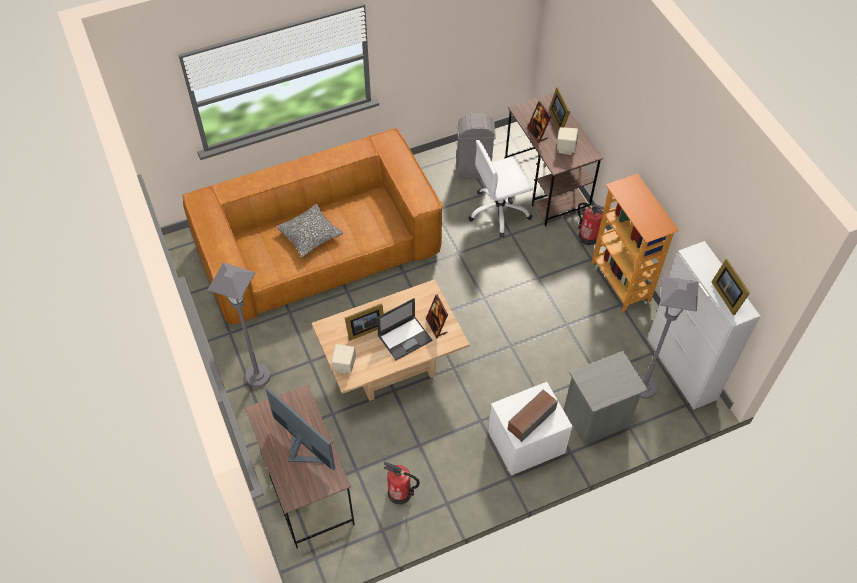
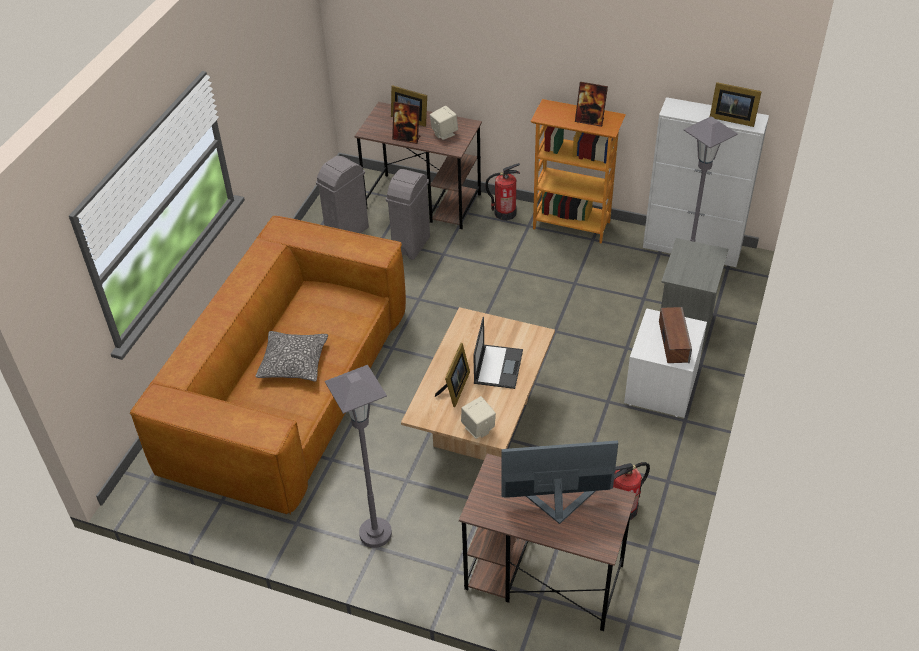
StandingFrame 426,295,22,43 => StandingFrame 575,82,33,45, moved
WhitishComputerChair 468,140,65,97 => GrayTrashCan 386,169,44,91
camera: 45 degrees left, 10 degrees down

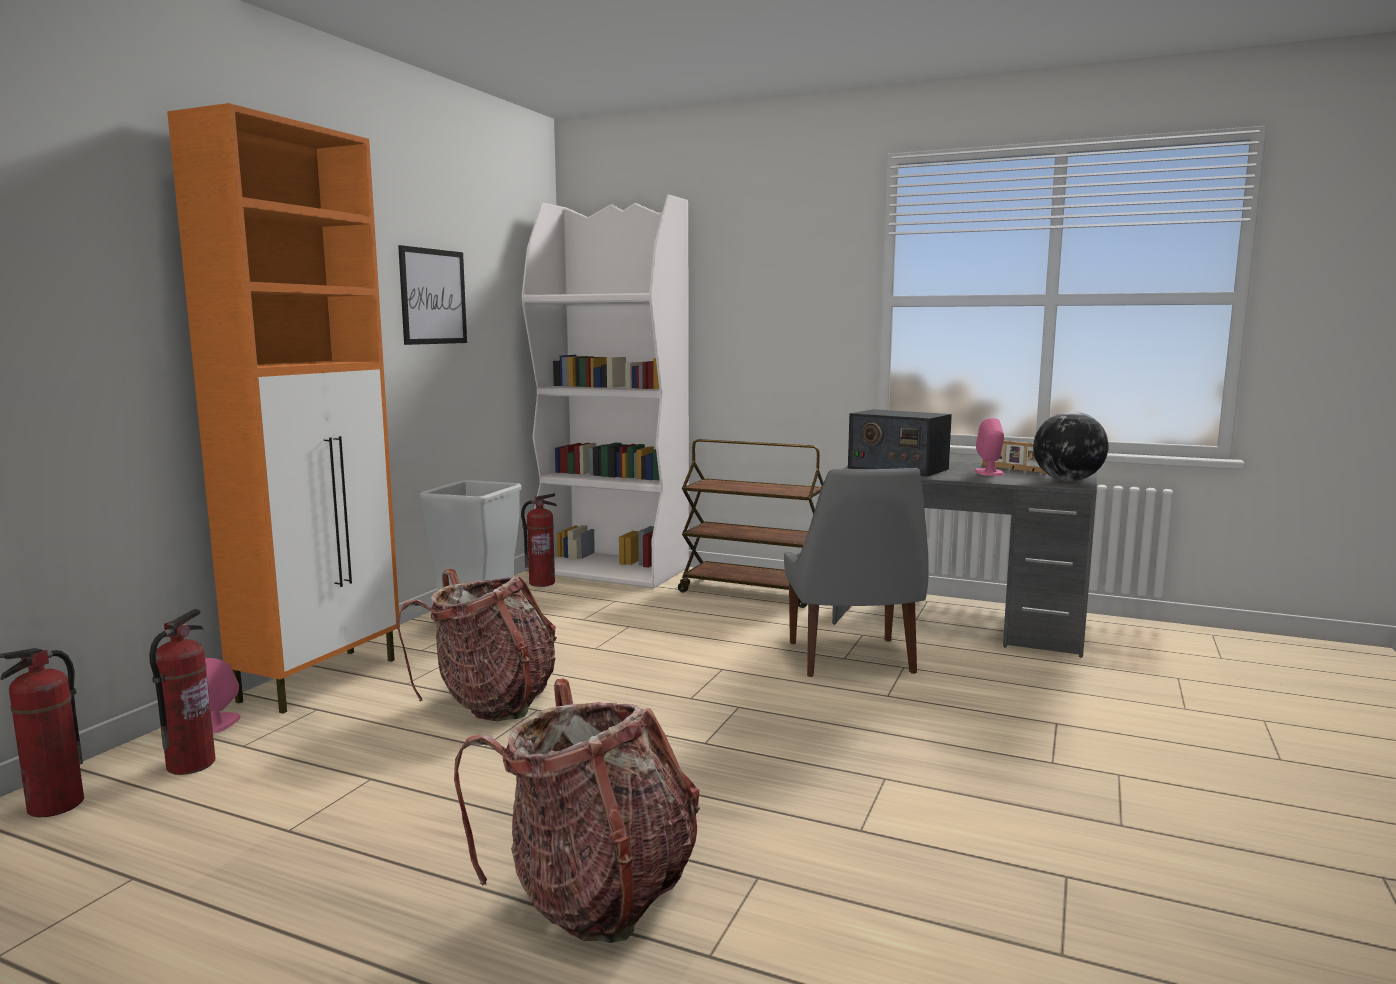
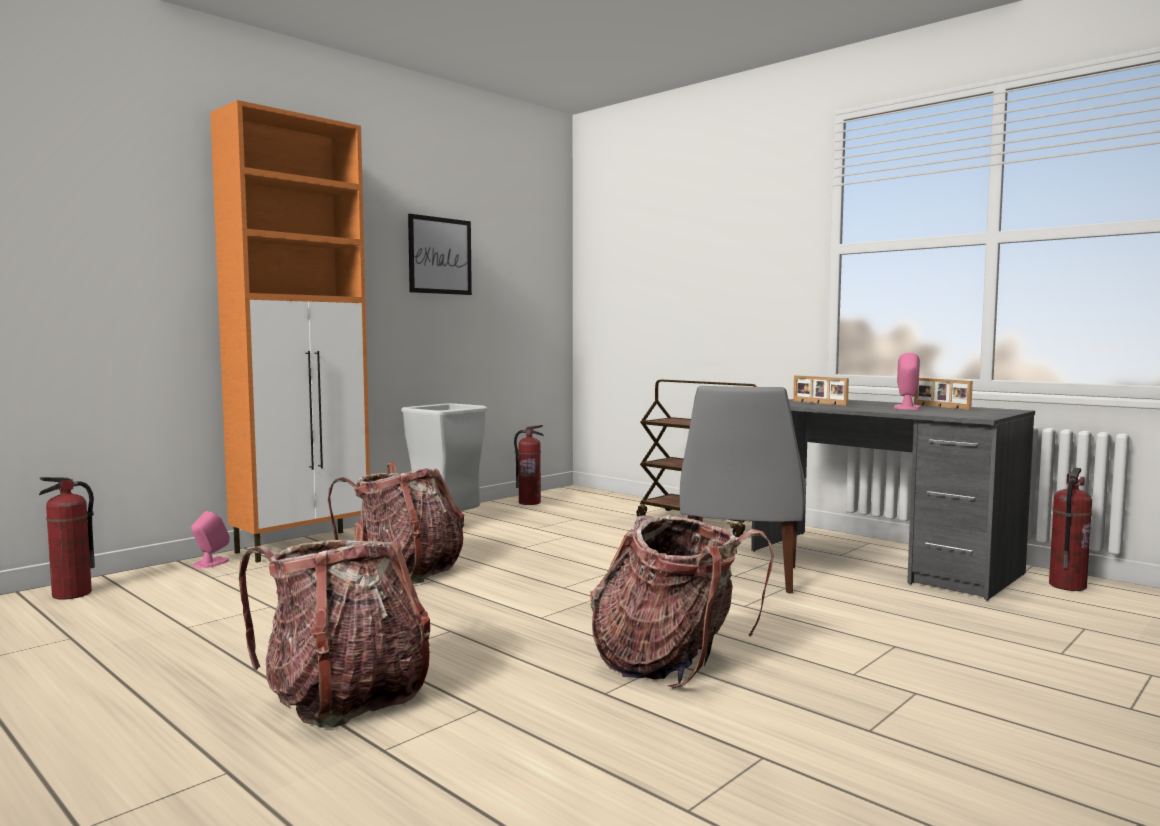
Extinguisher 149,609,66,166 => Extinguisher 1049,468,43,123, moved
WhitishBookcase 522,194,167,394 => nothing
RadioReceiver 848,409,104,68 => StandingFrame 793,375,56,31
DeskGlobe 1033,411,76,70 => nothing
nothing => Knapsack 590,515,184,174
camera: 20 degrees right, 5 degrees down

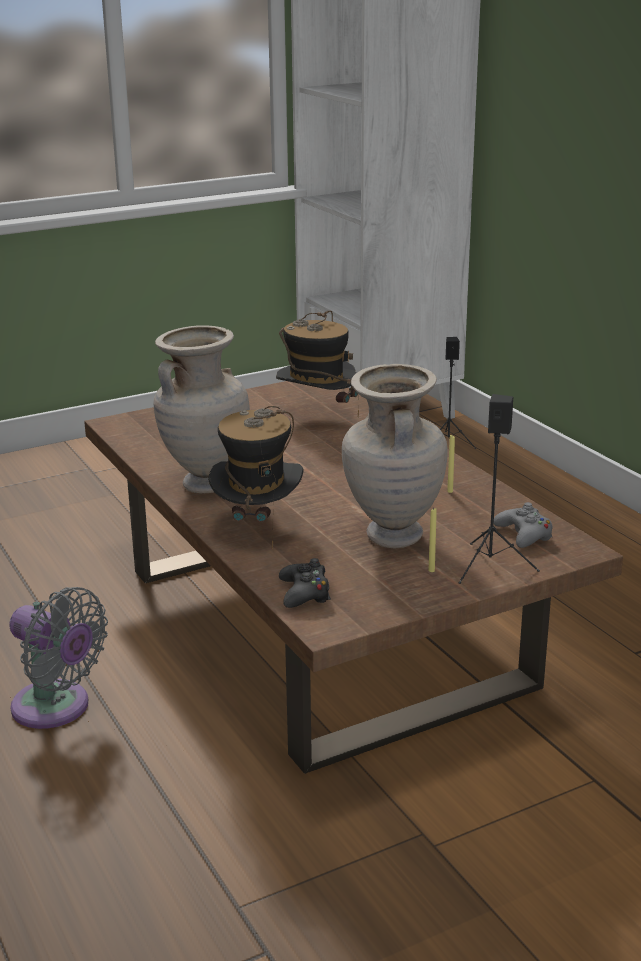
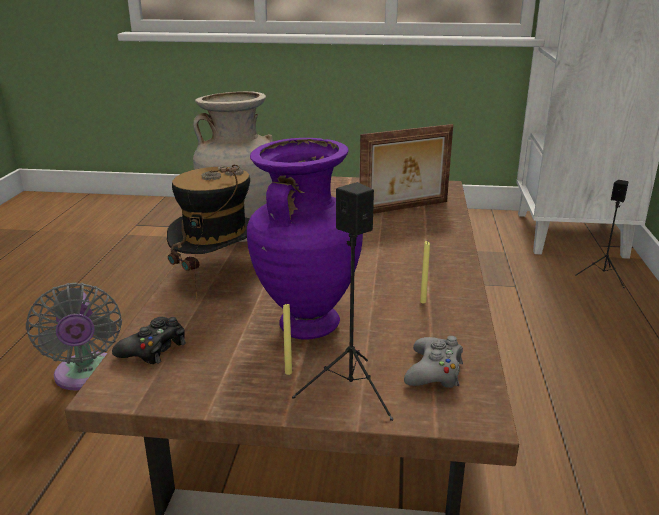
ClothingHat 276,311,83,107 => StandingFrame 359,124,94,90
BeigeFlowerVase 342,364,106,184 => PurpleFlowerVase 247,138,116,202
camera: 35 degrees right, 0 degrees up

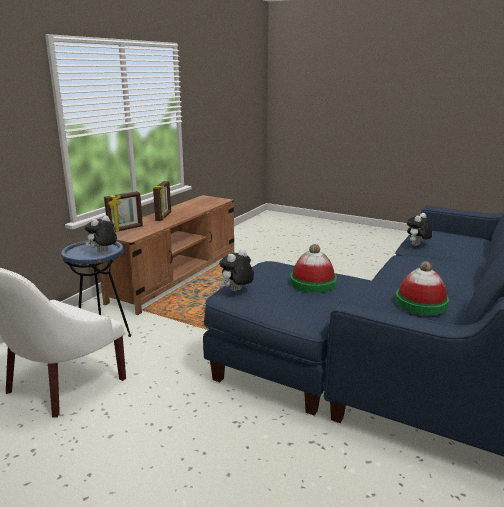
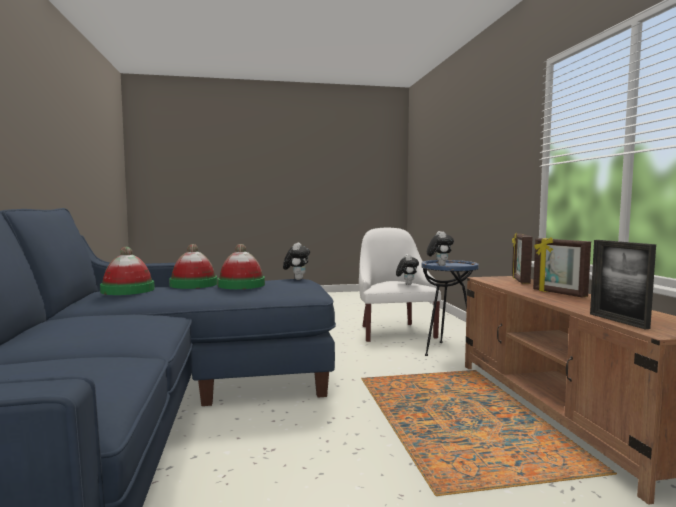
CuddlyToy 407,213,25,33 => CuddlyToy 396,254,23,31, moved
nothing => ClothingHat 169,244,48,45
nothing => StandingFrame 590,240,66,89
camera: 140 degrees right, 15 degrees down

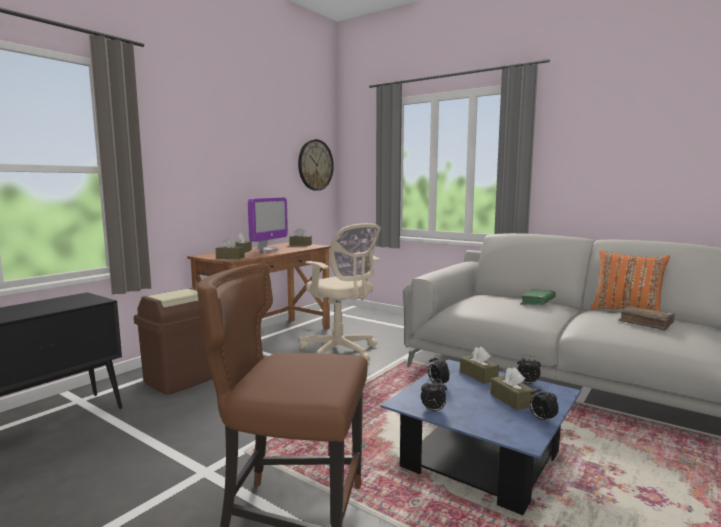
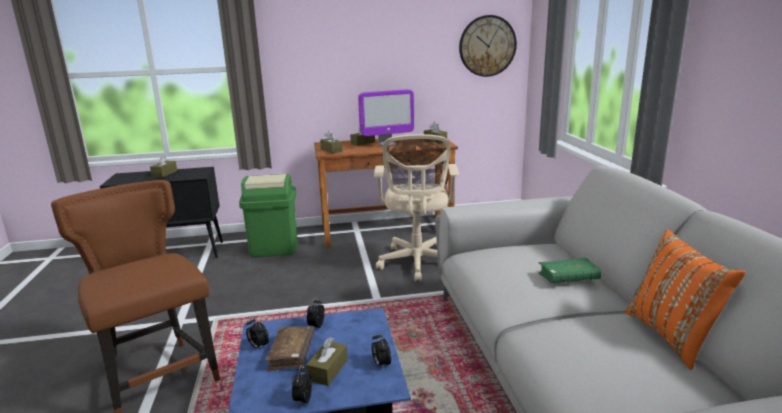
BrownTrashCan 134,288,78,107 => GreenColouredTrashCan 239,174,58,83
BrownTissueBox 460,347,39,37 => BrownTissueBox 150,154,27,23, moved
BrownBoundBook 618,306,57,25 => BrownBoundBook 265,326,49,45, moved
camera: 45 degrees right, 10 degrees up

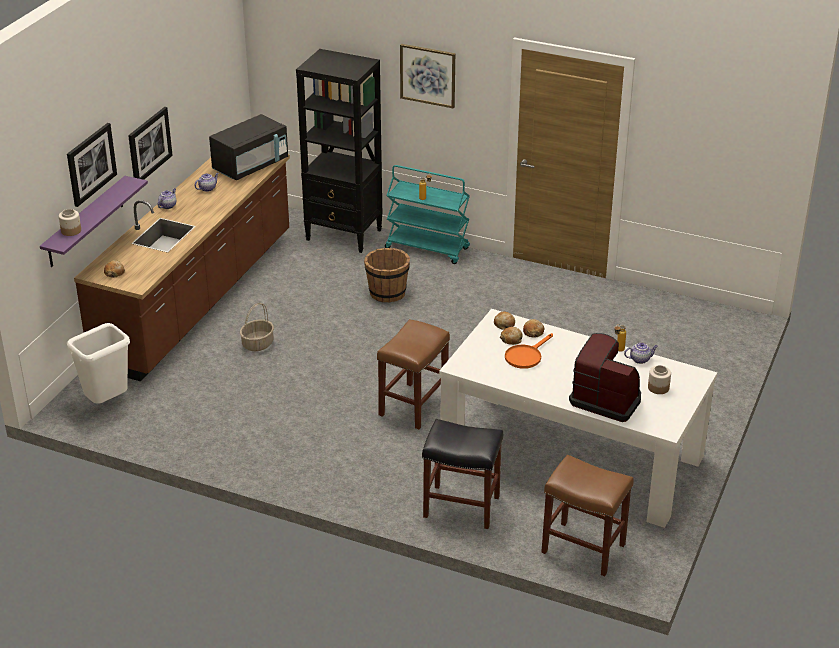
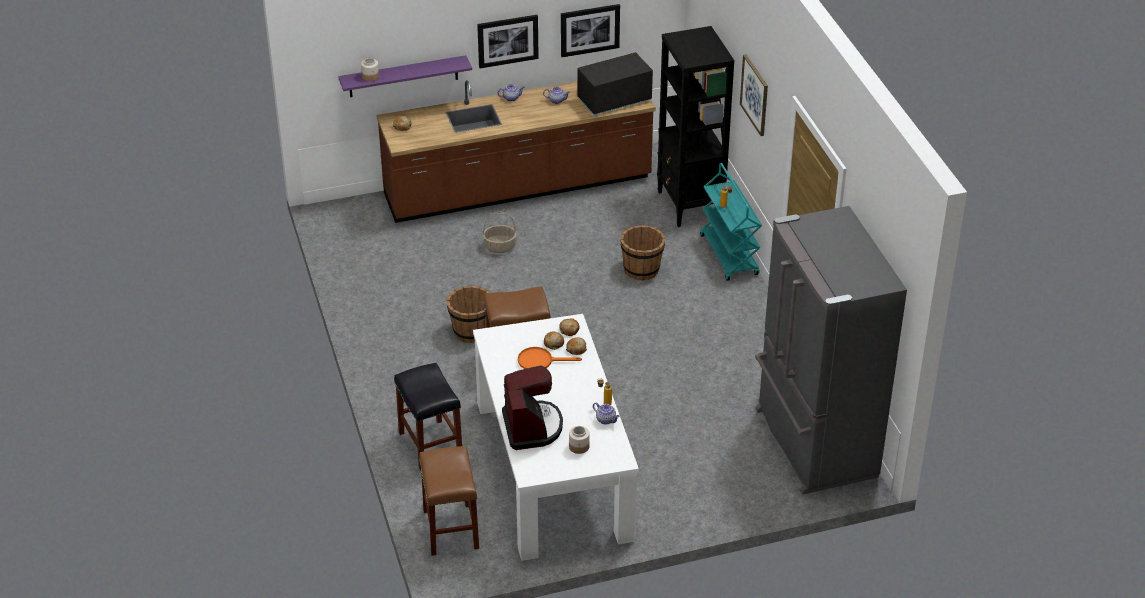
WallPicture 67,123,50,84 => WallPicture 561,4,59,53, moved
WhitishTrashCan 67,323,63,81 => nothing
BlackishMicrowaveOven 209,114,79,66 => BlackishMicrowaveOven 577,52,76,64, 150 degrees clockwise
nothing => BrownWaterBucket 446,285,44,58
nothing => GrayKitchenFridge 755,206,152,289
camera: 50 degrees right, 5 degrees up

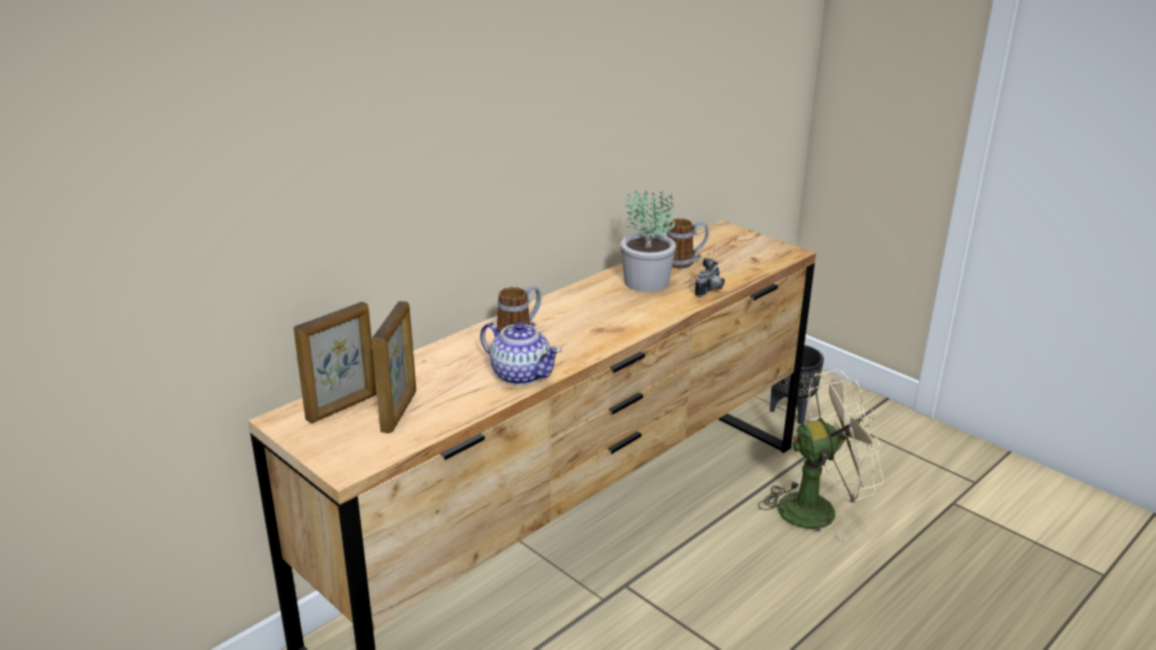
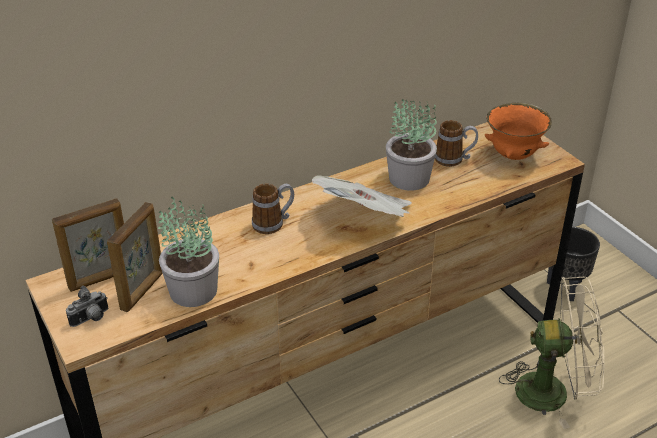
TeaPot 480,322,82,63 => nothing
PhotoCamera 695,258,30,39 => PhotoCamera 66,286,42,41, moved
nothing => Houseplant 158,196,61,111
nothing => Newspaper 312,175,100,42
nothing => OrangeyBowl 485,103,67,57
camera: 15 degrees right, 10 degrees up

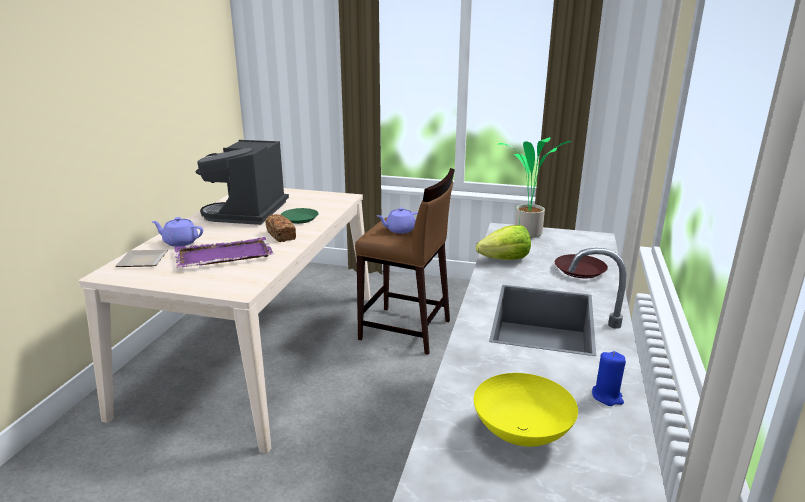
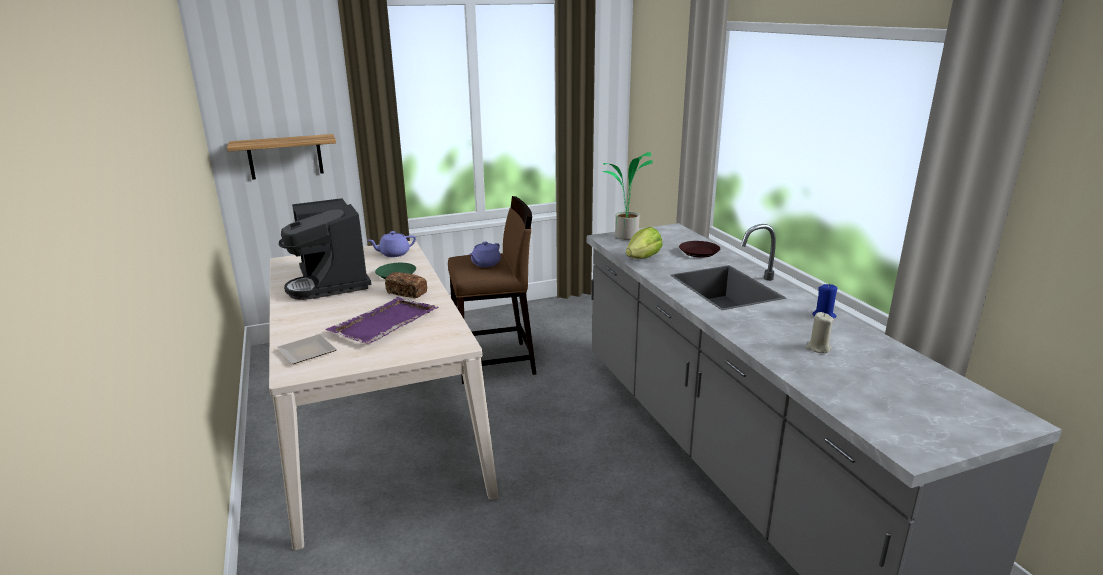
PurpleTeaPot 151,217,52,30 => PurpleTeaPot 367,231,49,26, moved
YellowColouredBowl 474,373,104,74 => BeigeCandle 806,312,28,41
nothing => BracketShelf 227,134,109,46
camera: 35 degrees left, 0 degrees up

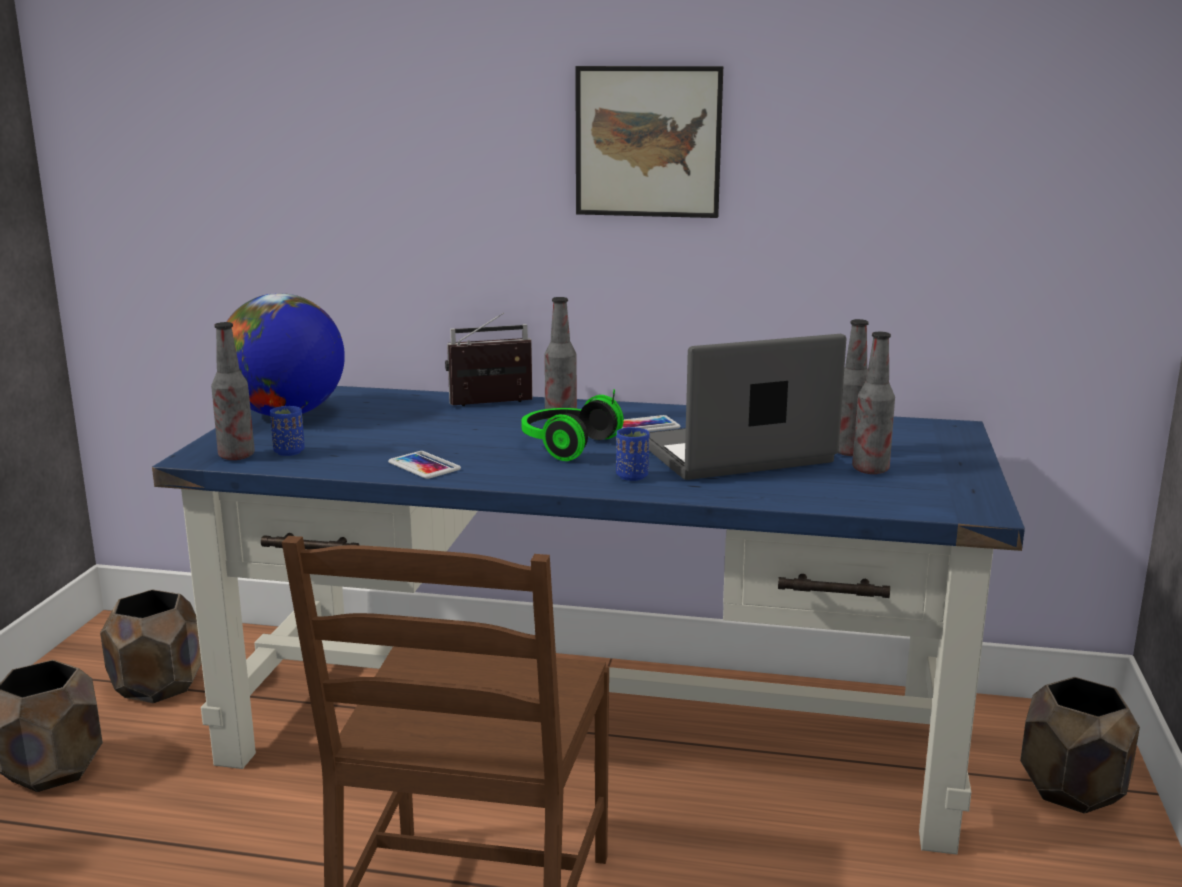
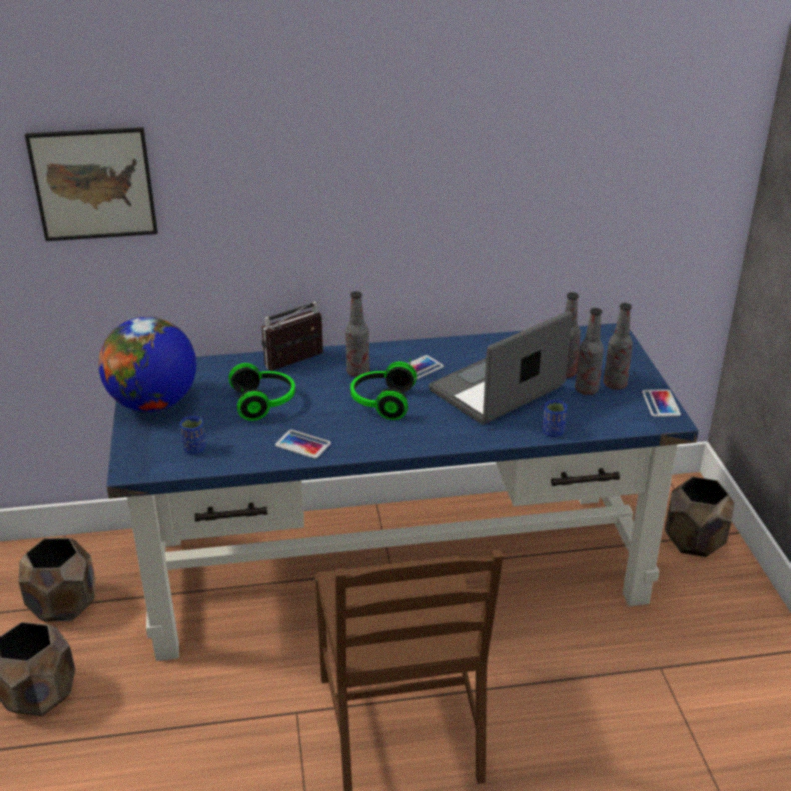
DrinkBottle 211,322,44,138 => DrinkBottle 604,303,29,87, moved
WallPicture 575,66,148,152 => WallPicture 25,127,132,114, moved
BlueSmallCup 616,427,34,54 => BlueSmallCup 542,400,25,37, moved
nothing => PairOfHeadphones 228,363,67,58
nothing => Handset 642,389,39,28
camera: 20 degrees left, 15 degrees up

